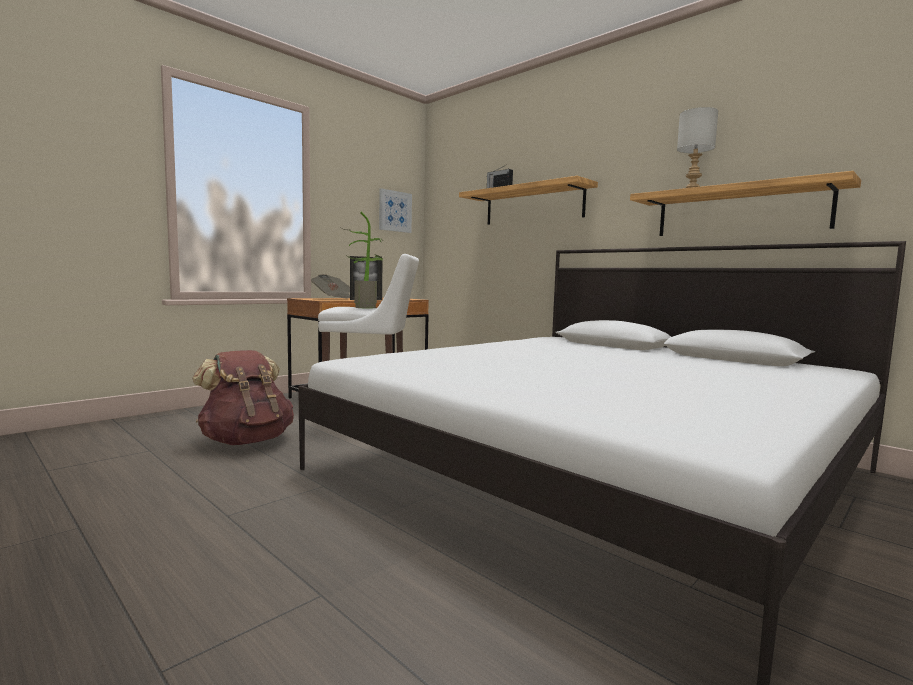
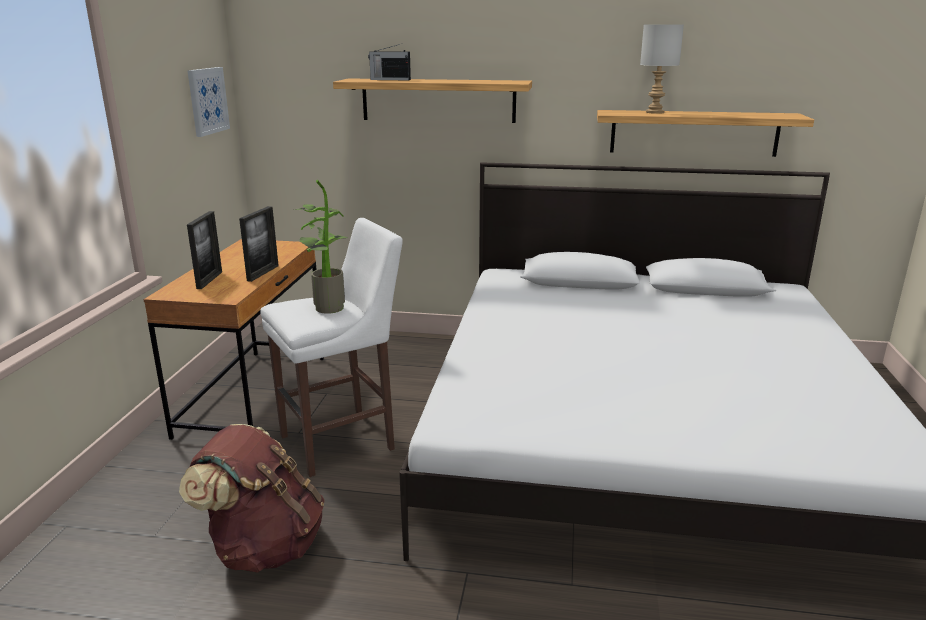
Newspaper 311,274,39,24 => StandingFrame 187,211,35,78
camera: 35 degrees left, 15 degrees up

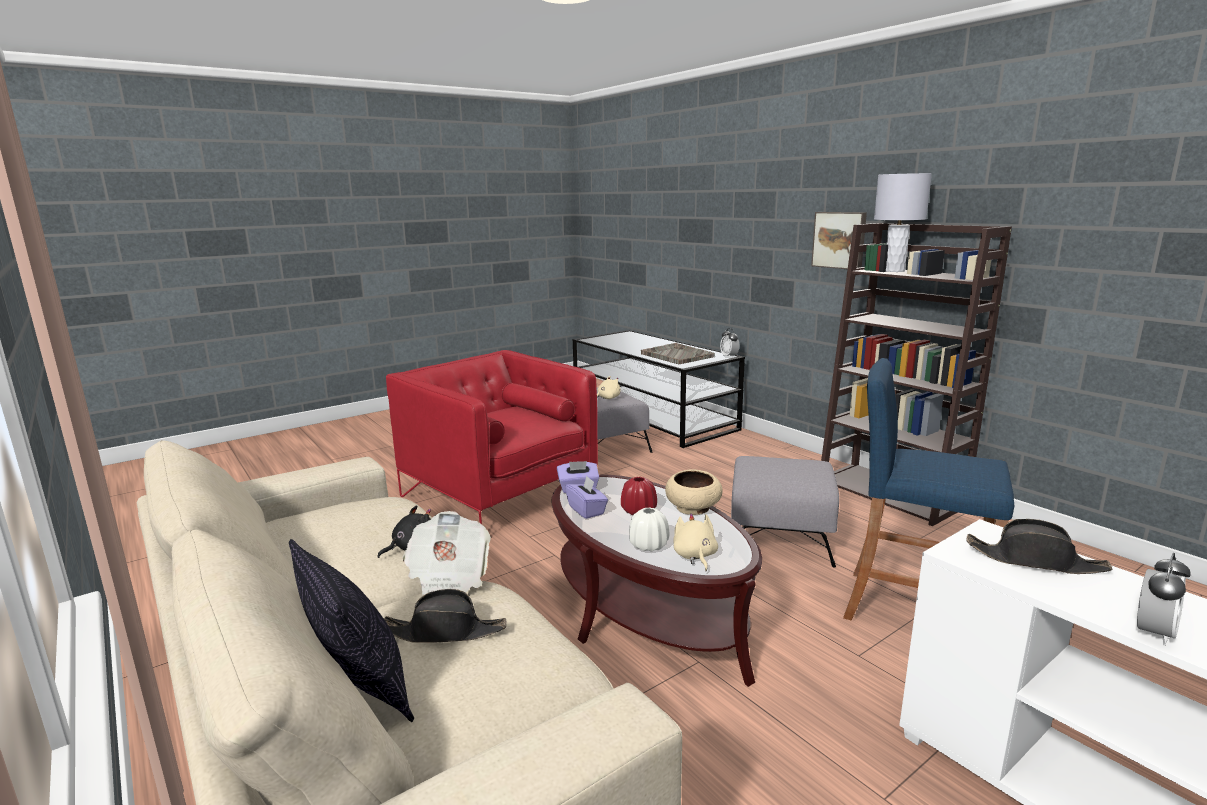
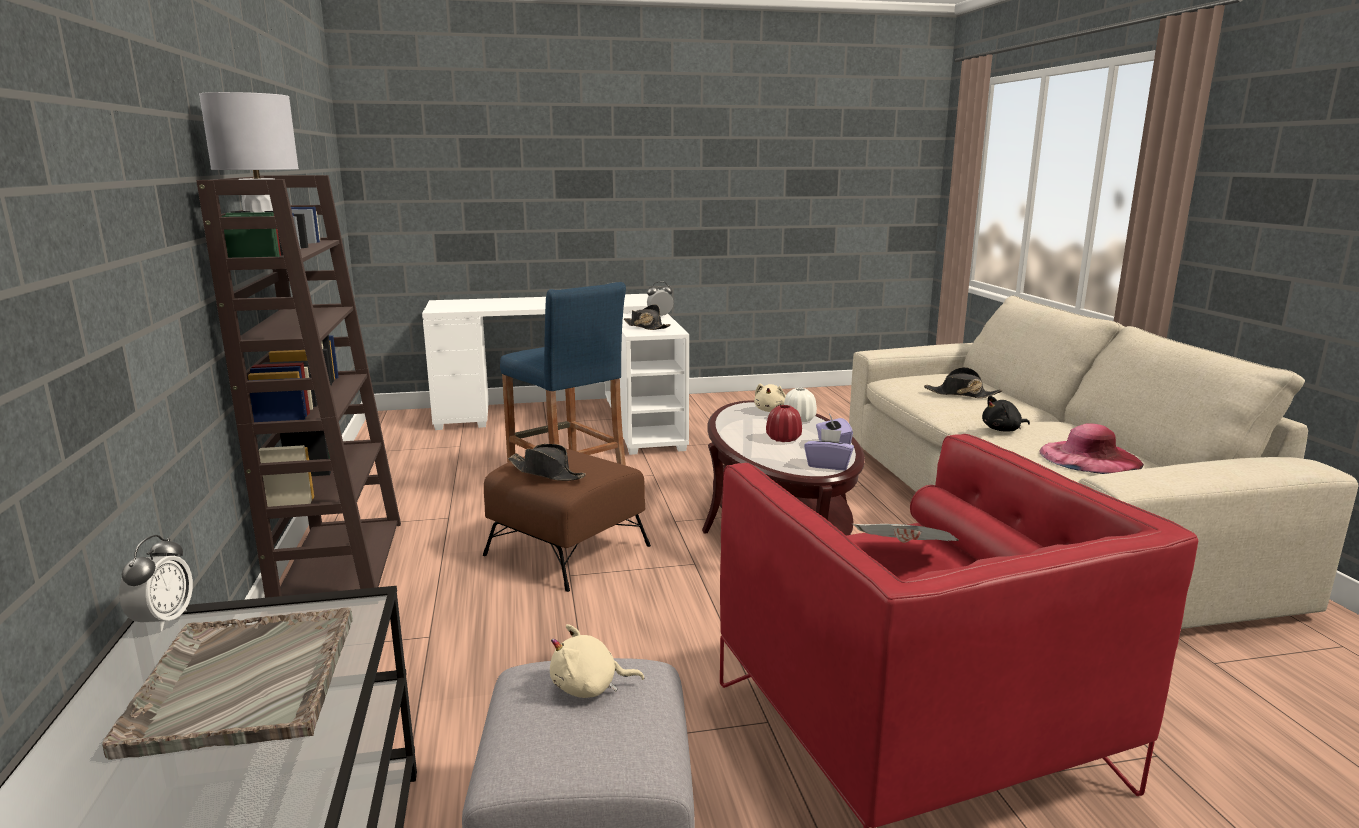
Cushion 289,539,125,183 => nothing
Newspaper 403,511,88,85 => Newspaper 853,524,106,19, moved
BeigeBowl 665,469,58,46 => nothing
GrayFootrest 731,456,108,112 => BrownFootrest 483,449,168,143
WallPicture 811,212,56,57 => nothing
nothing => BlackishClothingHat 508,444,78,37
nothing => PinkishClothingHat 1040,424,104,50
camera: 155 degrees left, 0 degrees up

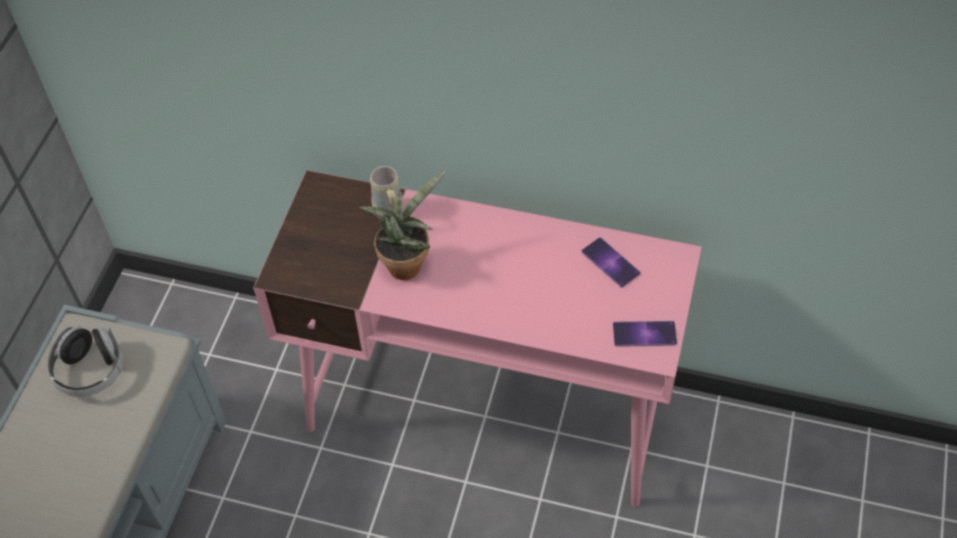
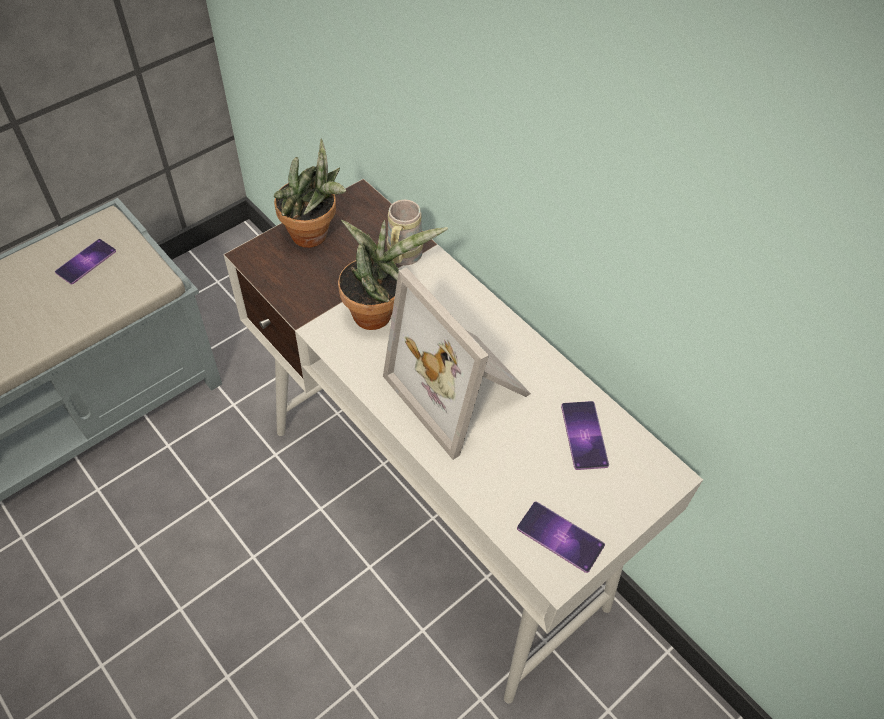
PairOfHeadphones 47,327,77,70 => Handset 55,239,61,45
PinkishDeskTable 253,170,449,337 => WhitishDeskTable 224,178,479,526
nothing => Houseplant 274,138,72,110
nothing => StandingFrame 383,267,148,193
camera: 30 degrees right, 0 degrees up

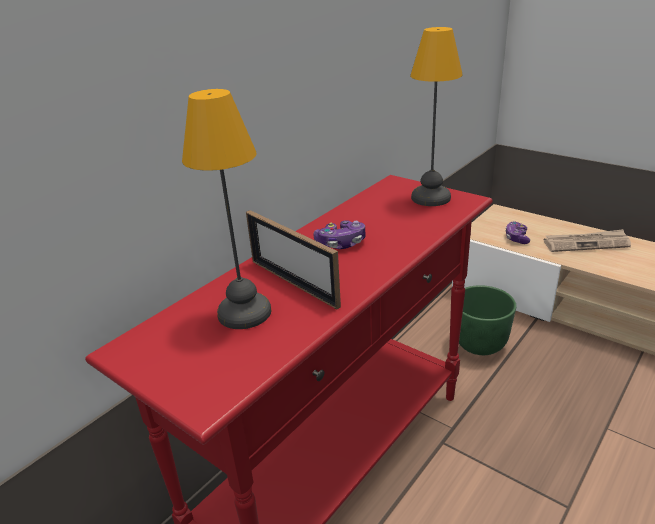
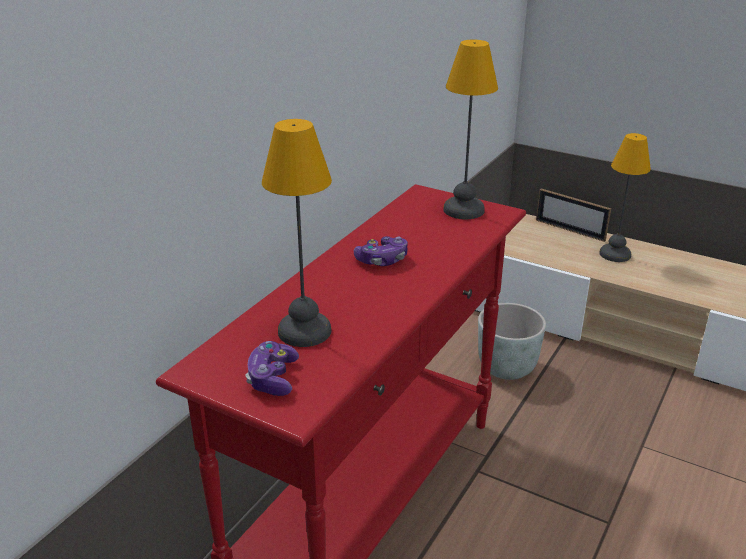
StandingFrame 246,210,95,99 => StandingFrame 536,188,75,54, moved
GreenColouredFlowerPot 459,285,57,70 => GrayFlowerPot 478,303,68,77
GameController 505,221,25,23 => GameController 245,341,54,55, moved
Newspaper 544,229,87,23 => TabletopLamp 599,133,52,129
camera: 10 degrees left, 0 degrees up

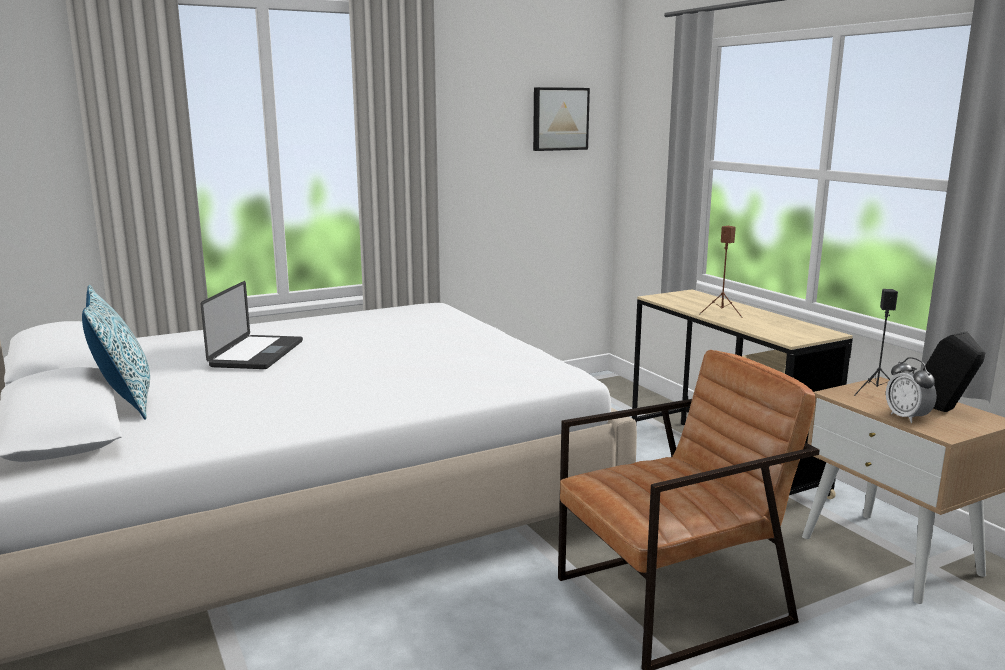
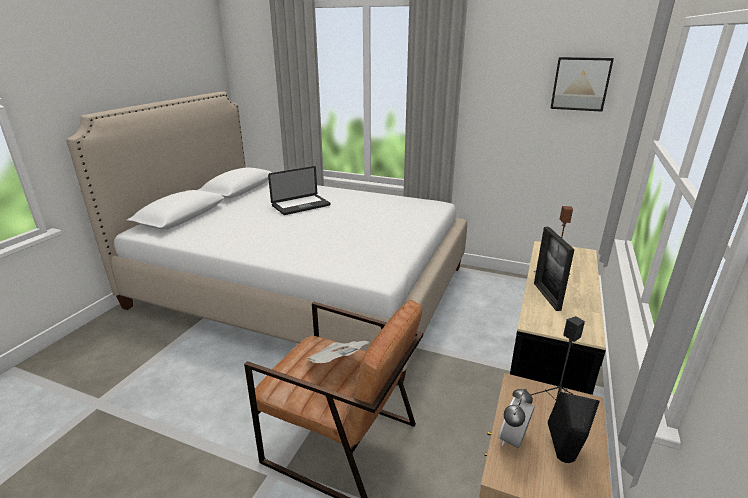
Cushion 82,285,68,135 => nothing
nothing => Newspaper 307,341,63,22
nothing => StandingFrame 534,227,41,84
camera: 50 degrees right, 10 degrees up

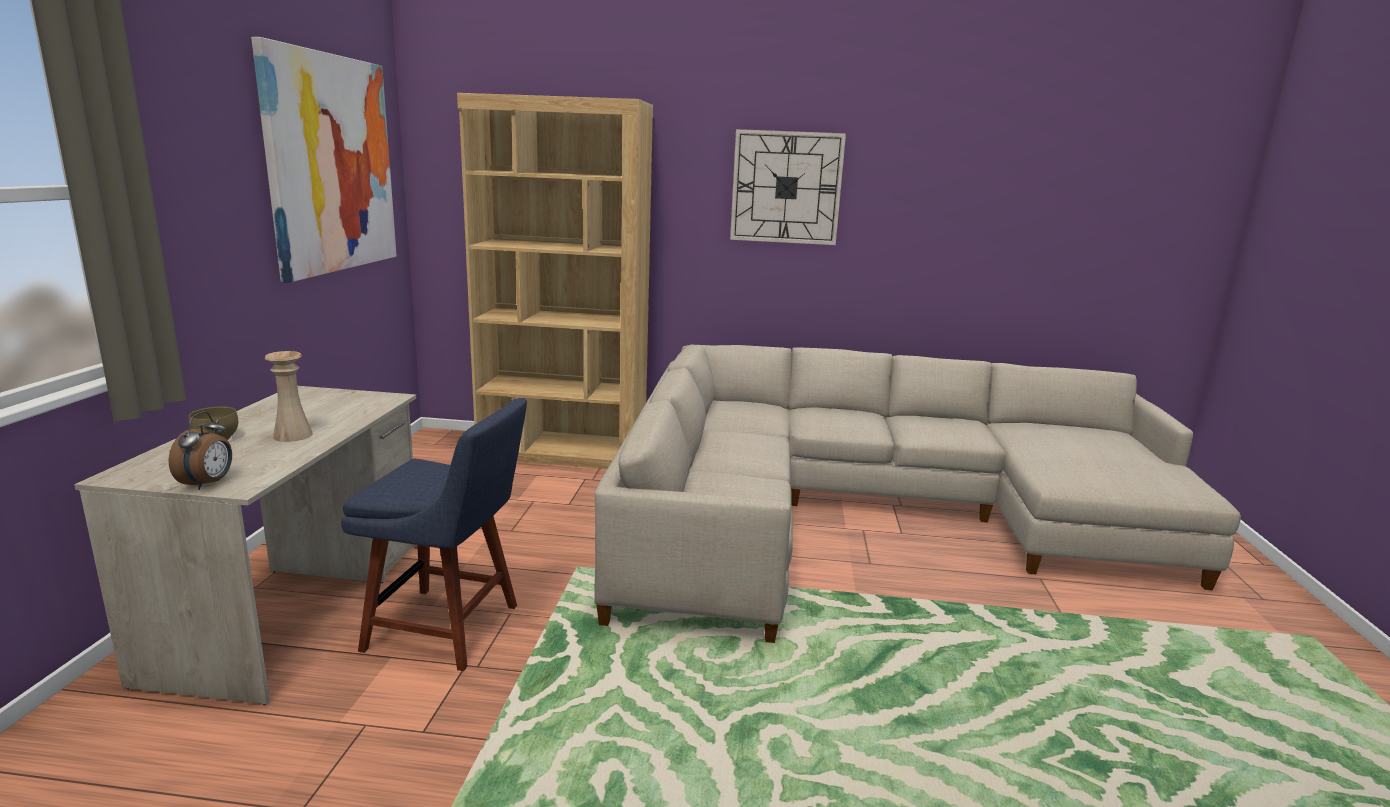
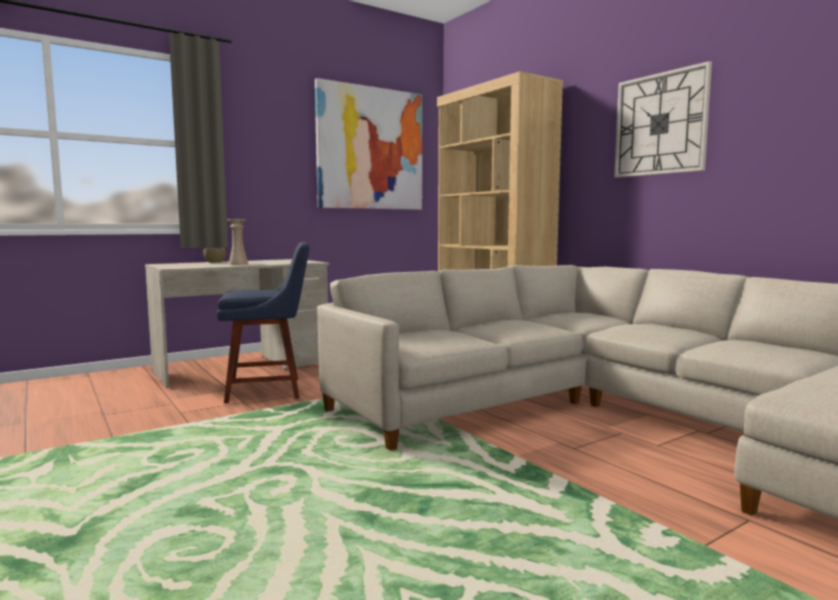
AlarmClock 168,411,64,79 => nothing
BlueUprightChair 341,398,186,273 => BlueUprightChair 217,242,92,162, 75 degrees counterclockwise
camera: 50 degrees right, 10 degrees down

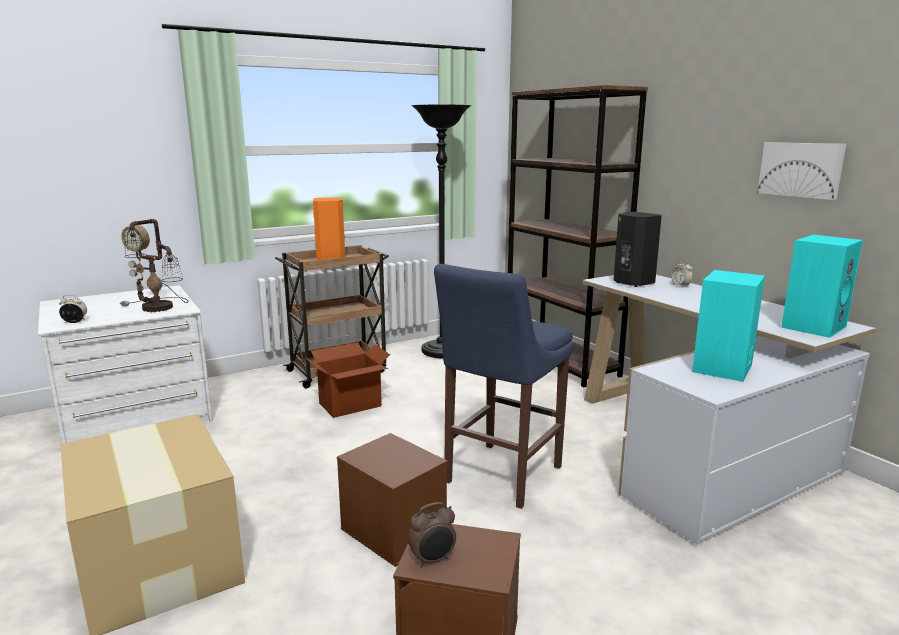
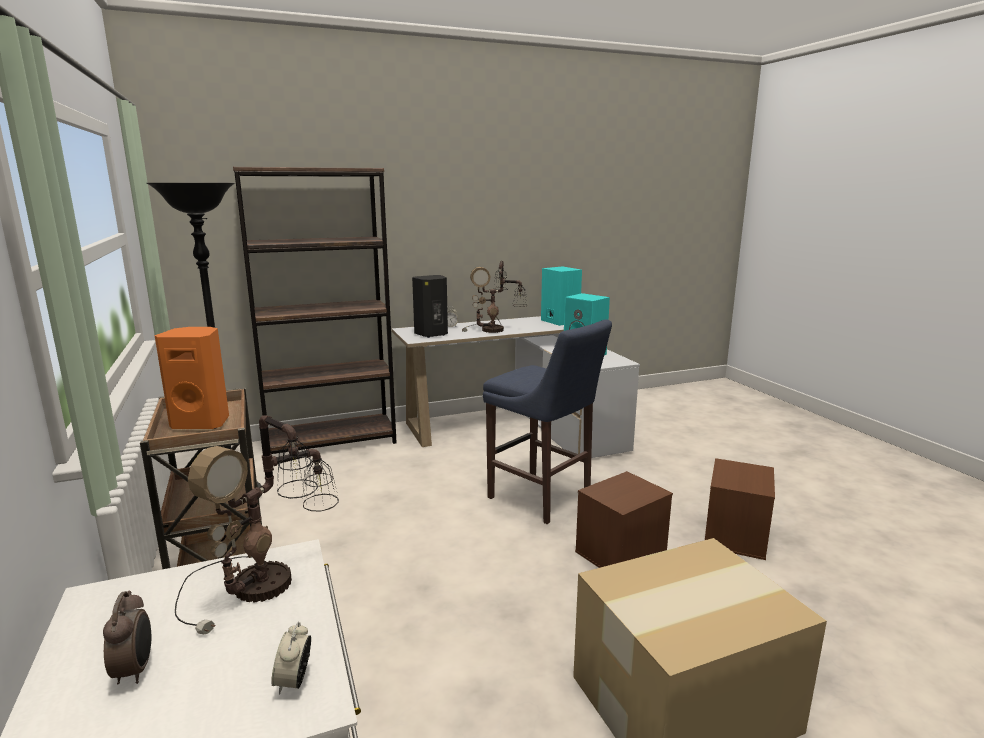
CardboardBox 305,342,85,76 => nothing
AlarmClock 408,502,48,66 => AlarmClock 103,591,49,93, moved
WallPicture 757,142,89,58 => nothing
nothing => TabletopLamp 462,261,65,72
camera: 80 degrees left, 0 degrees up

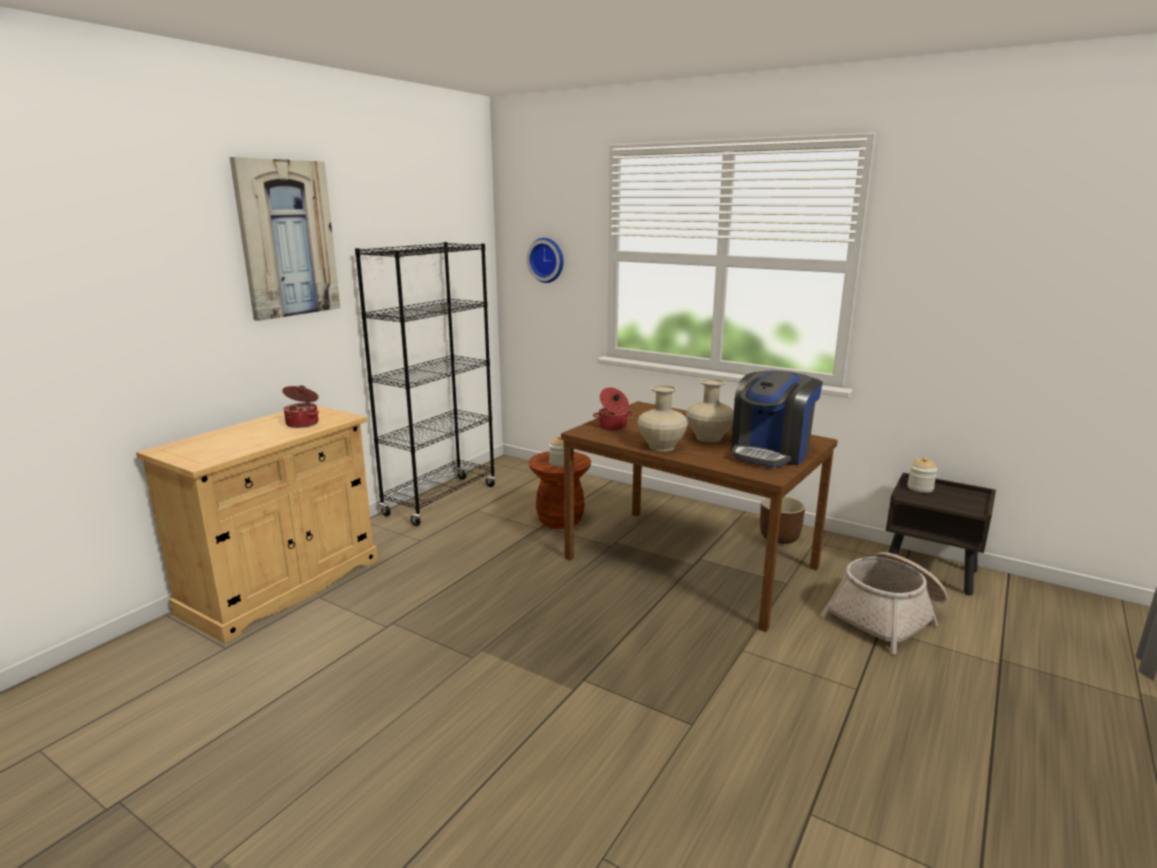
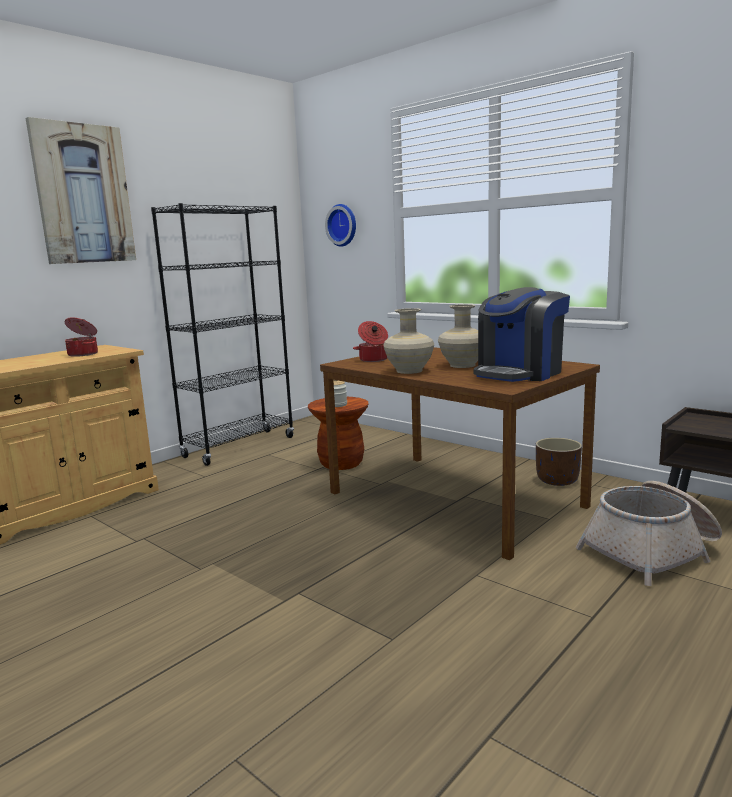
PreserveJar 907,457,30,36 => nothing
camera: 10 degrees right, 5 degrees down

